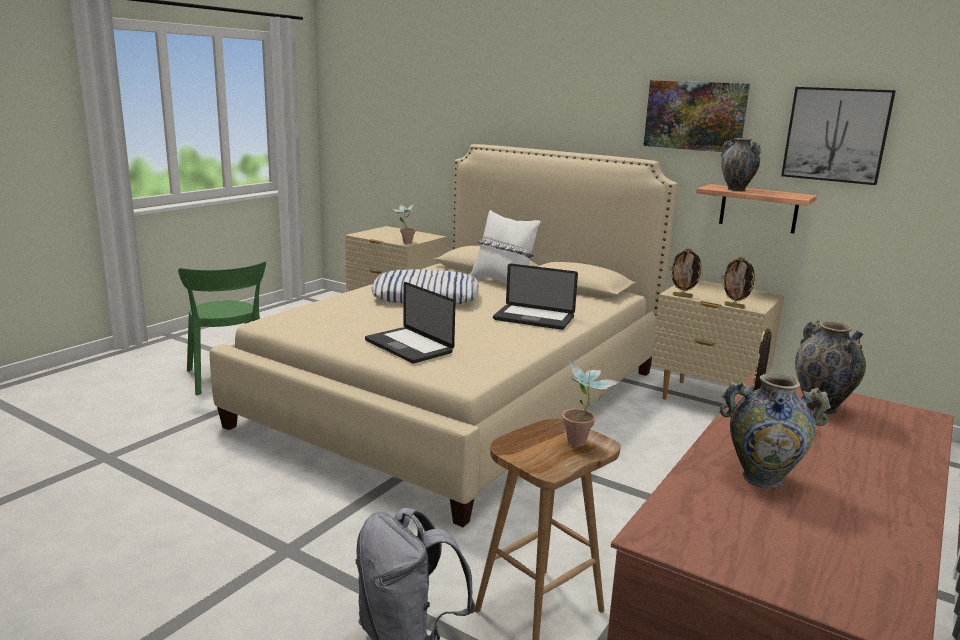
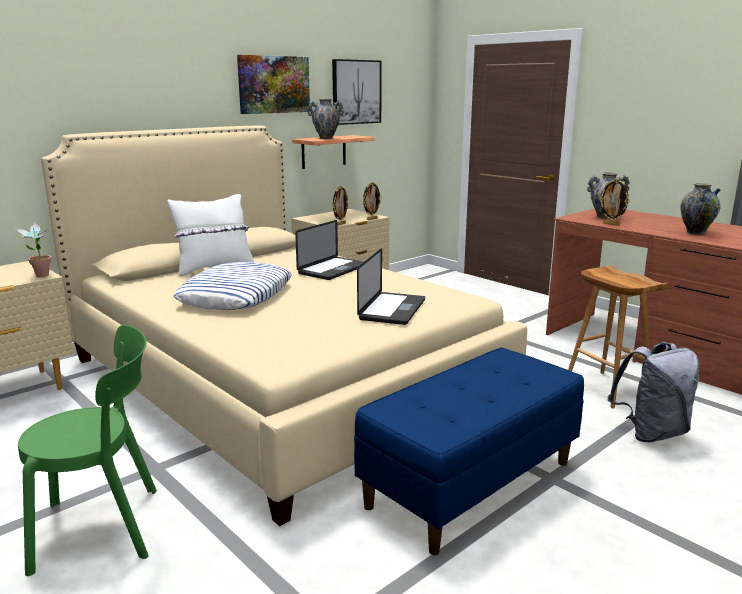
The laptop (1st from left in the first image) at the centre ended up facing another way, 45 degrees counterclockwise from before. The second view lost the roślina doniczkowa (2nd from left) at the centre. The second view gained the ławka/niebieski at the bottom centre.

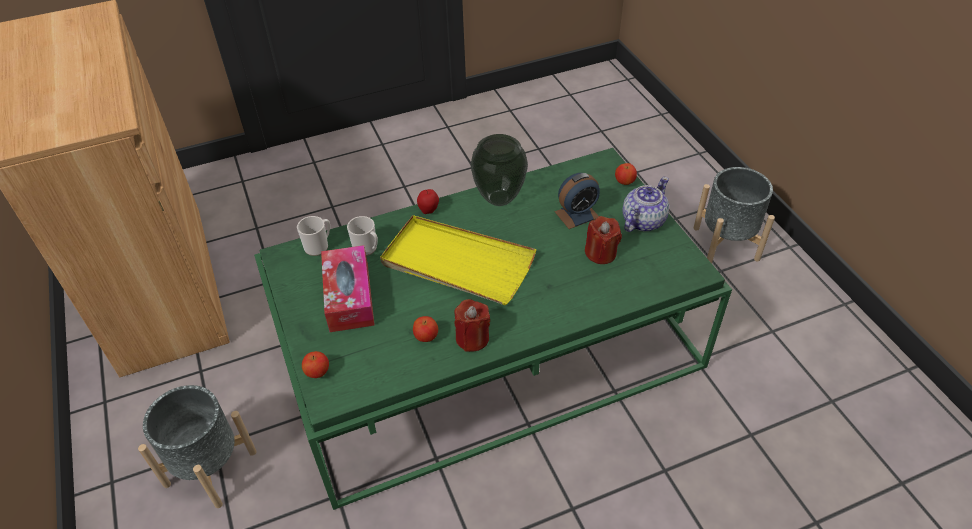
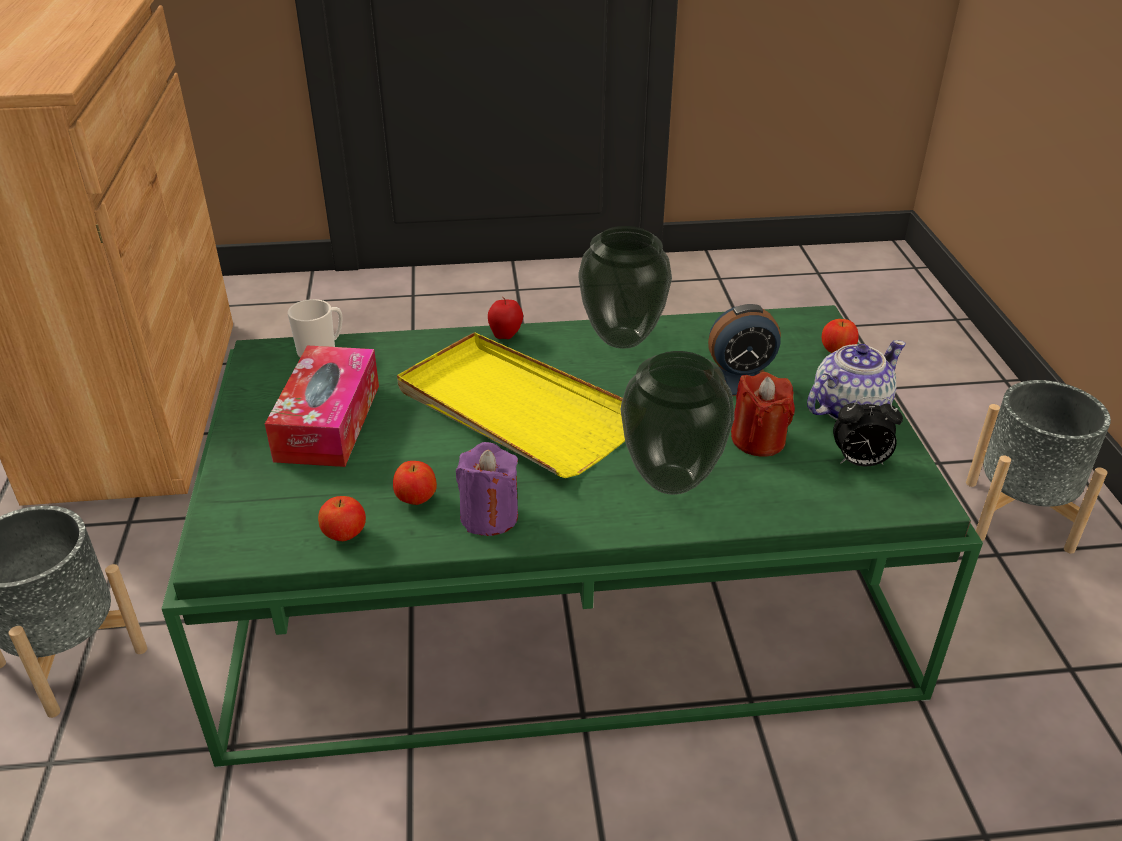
The second view lost the kubek (2nd from left) at the centre. What was the świeca/czerwony (1st from left) at the centre turned into the świeca/fioletowy at the centre. The jabłko (1st from left) ended up elsewhere, having gone from the bottom left to the middle left. The second view gained the wazon (2nd from left) at the centre. The second view gained the budzik (2nd from left) at the middle right.

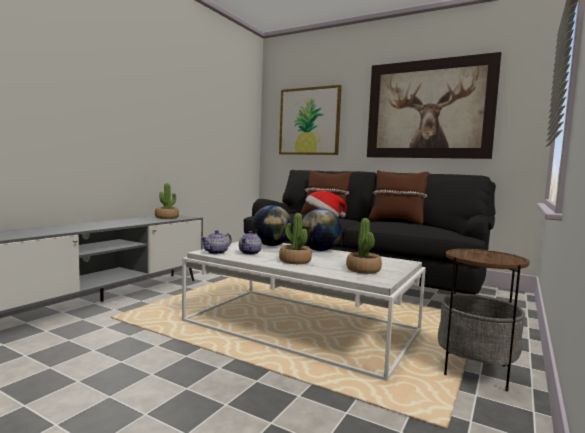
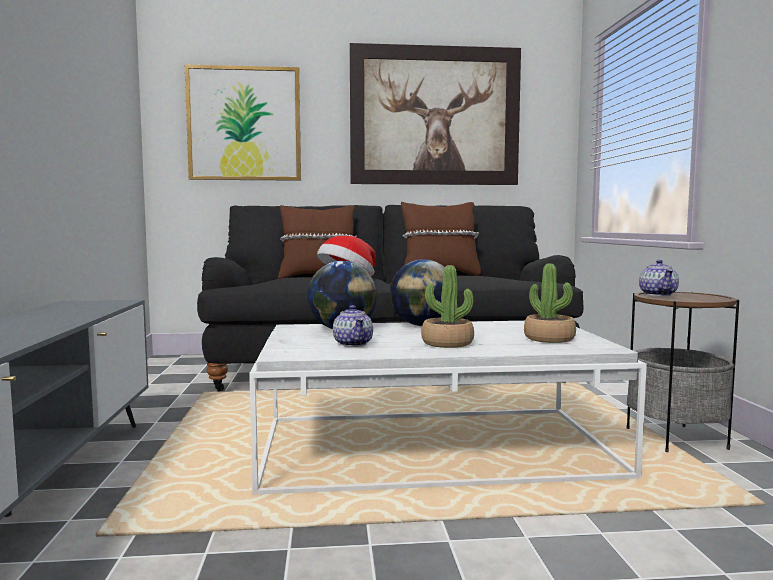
The second view lost the roślina doniczkowa (1st from left) at the middle left. The imbryk (1st from left in the first image) ended up elsewhere, having gone from the centre to the middle right.

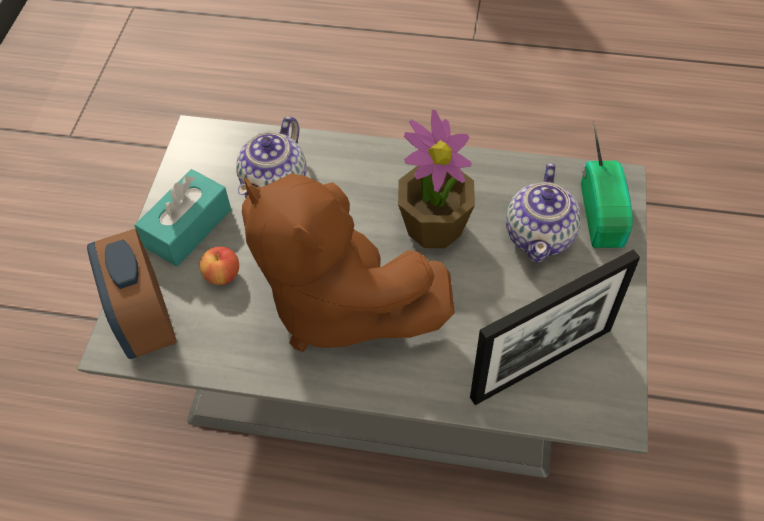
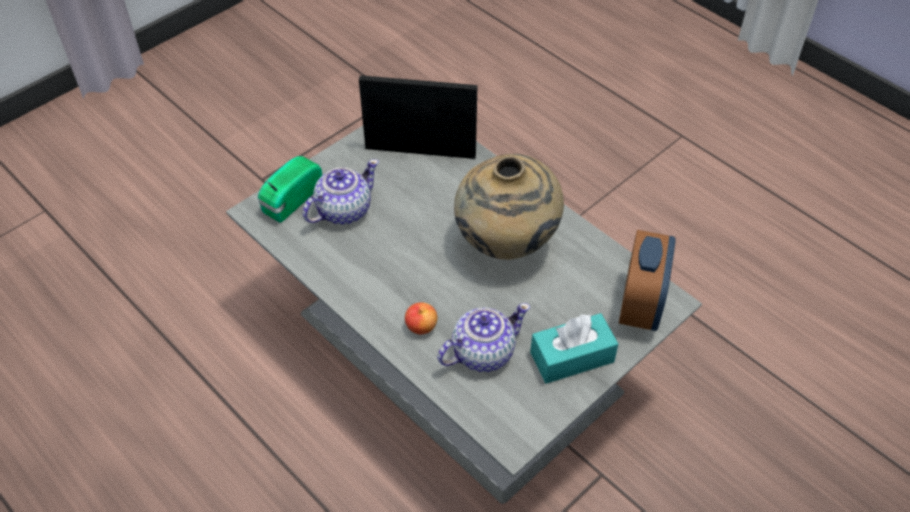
The second view lost the roślina doniczkowa at the centre. Where the pluszak/brązowy stood at the centre, the wazon/beżowy came to stand at the centre. The jabłko ended up elsewhere, having gone from the middle left to the centre.

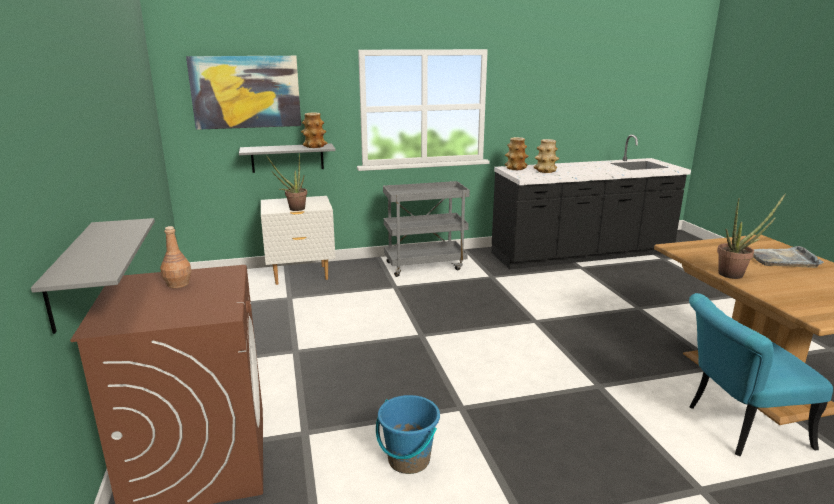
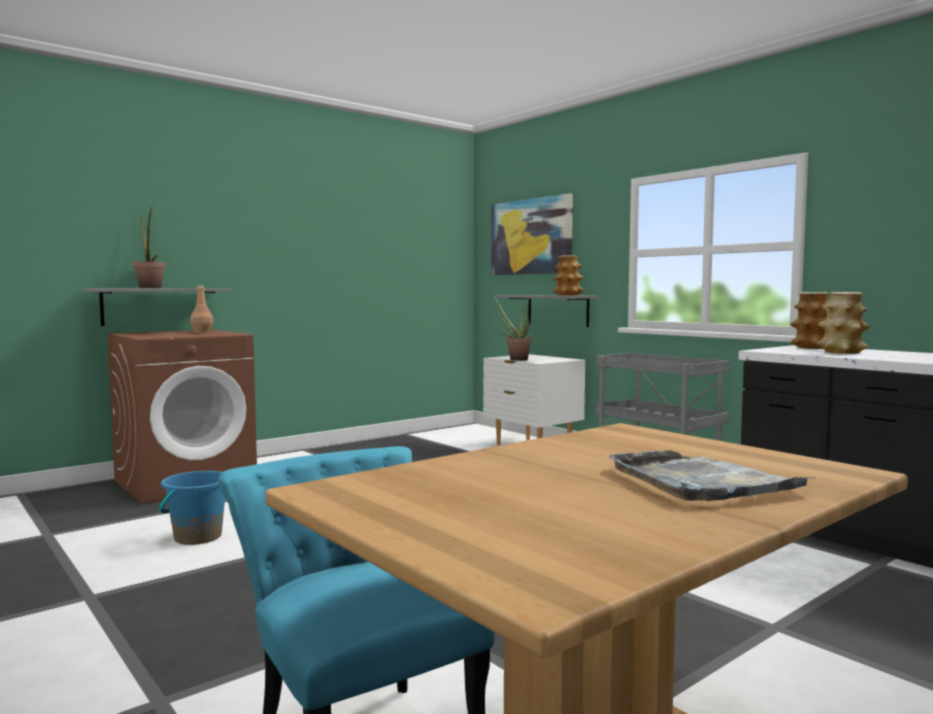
The roślina doniczkowa (2nd from left in the first image) ended up elsewhere, having gone from the middle right to the middle left.

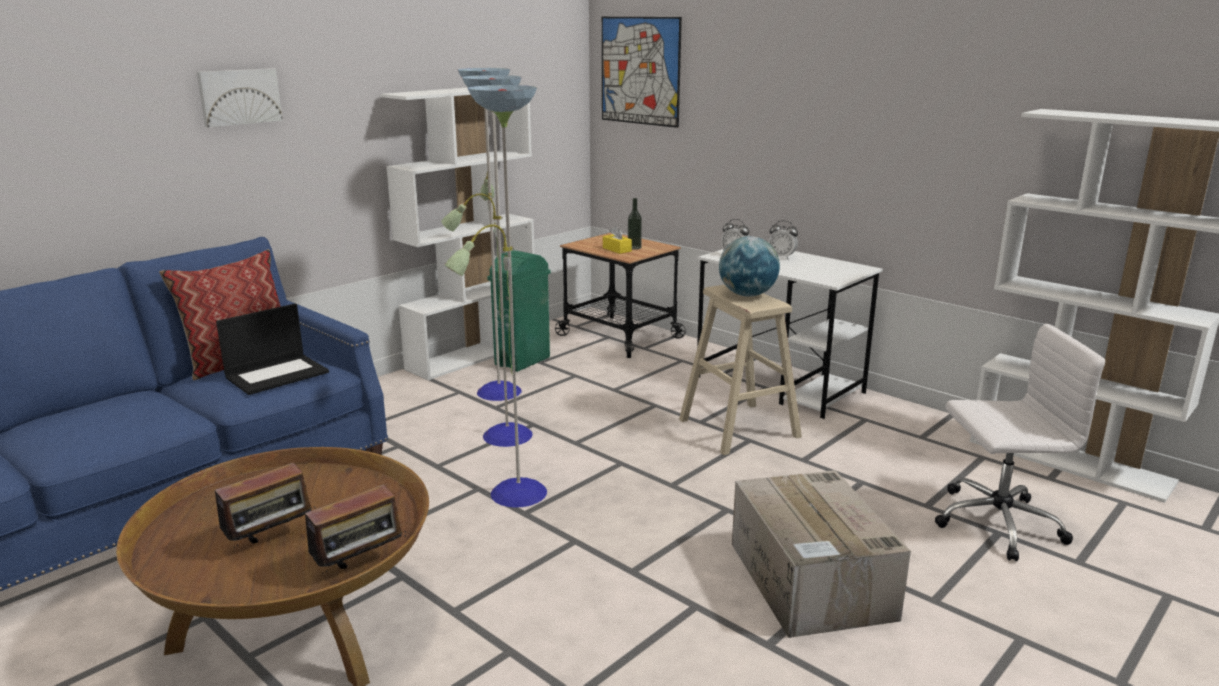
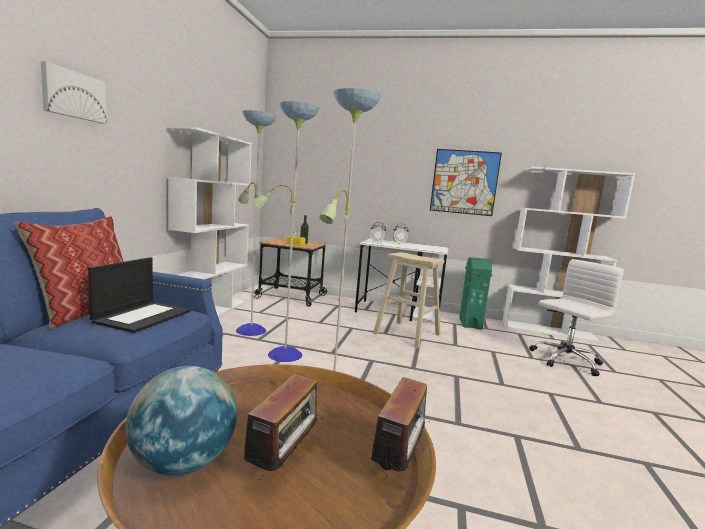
The obraz (2nd from left) ended up elsewhere, having gone from the top centre to the centre. The globus ended up elsewhere, having gone from the centre to the bottom left. The kosz na śmieci/zielony ended up elsewhere, having gone from the centre to the middle right. The second view lost the karton at the bottom right.

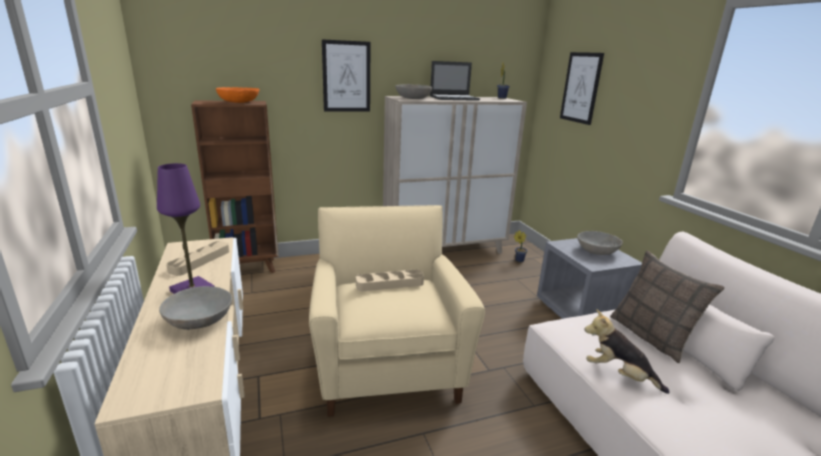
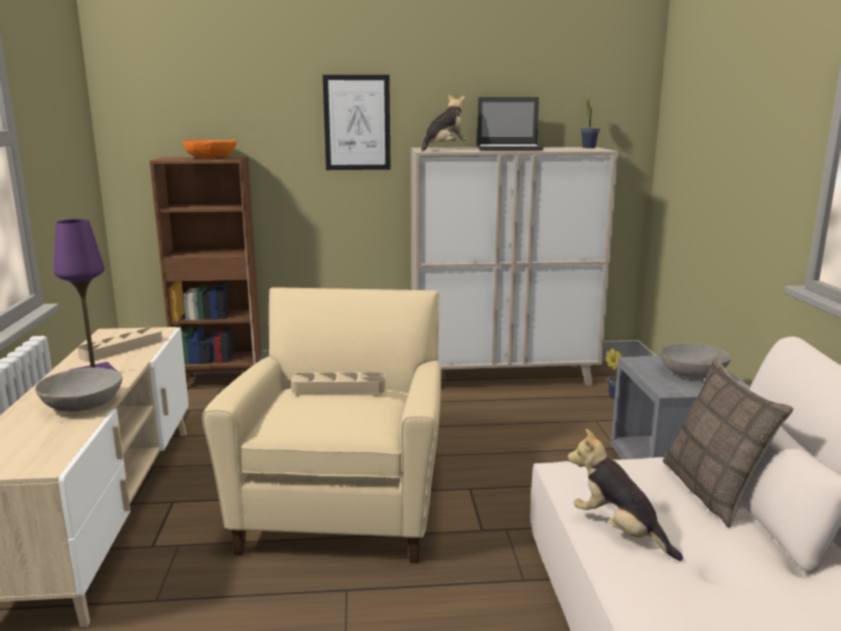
The second view lost the obraz (2nd from left) at the top right. Where the miska/szary (2nd from left) stood at the top centre, the pluszak (1st from left) came to stand at the top centre.

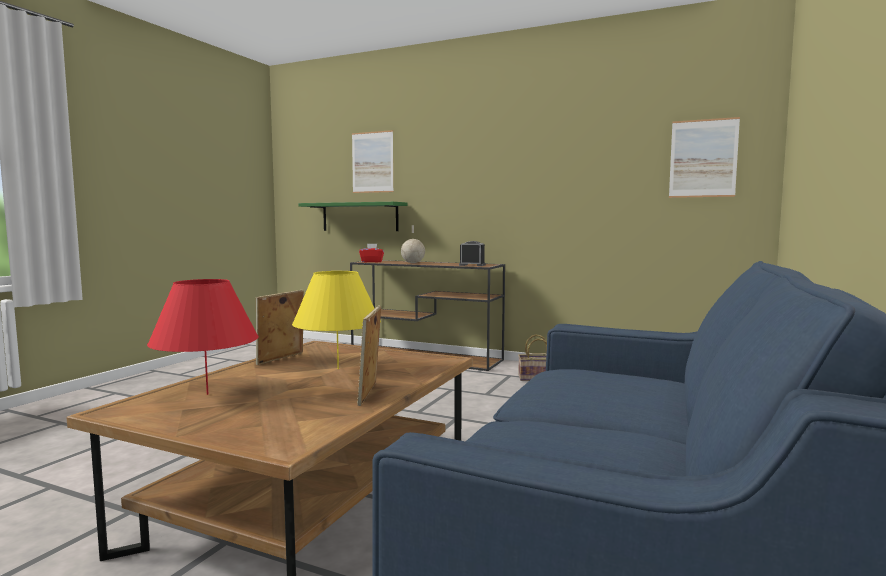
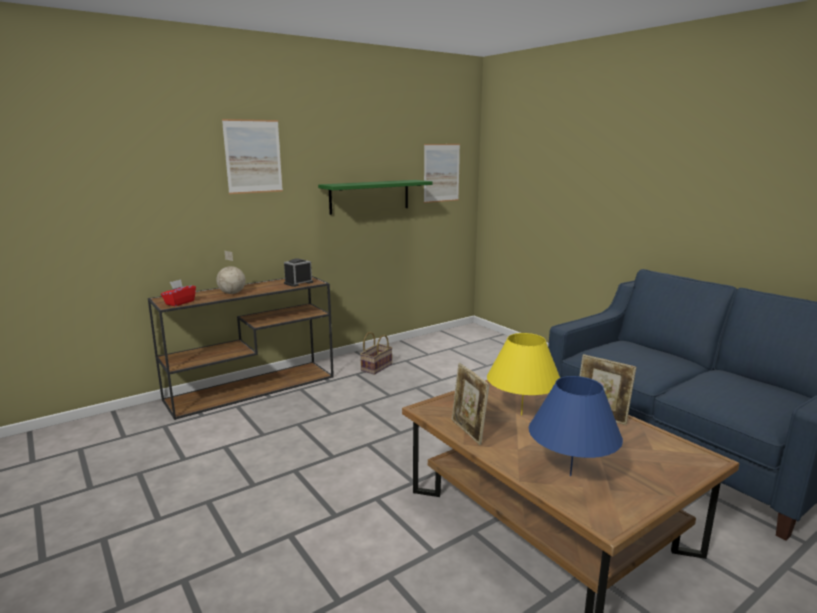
The obraz (1st from left) ended up elsewhere, having gone from the top centre to the top left. The półka/zielony ended up elsewhere, having gone from the centre to the top centre. What was the lampa stołowa/czerwony at the middle left turned into the lampa stołowa/niebieski at the bottom right.

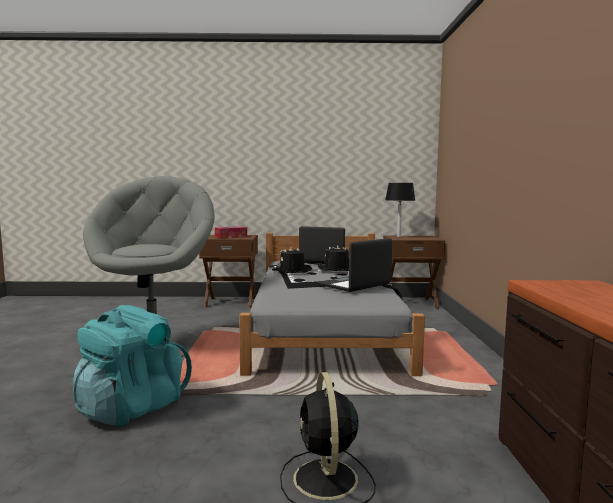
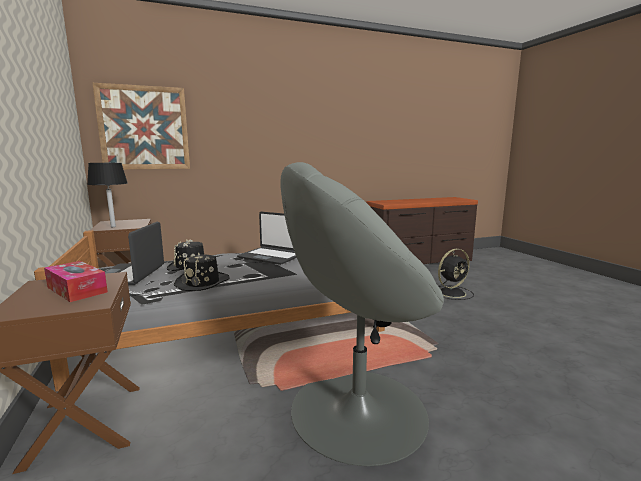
The second view lost the plecak/turkusowy at the bottom left. The second view gained the obraz at the top left.

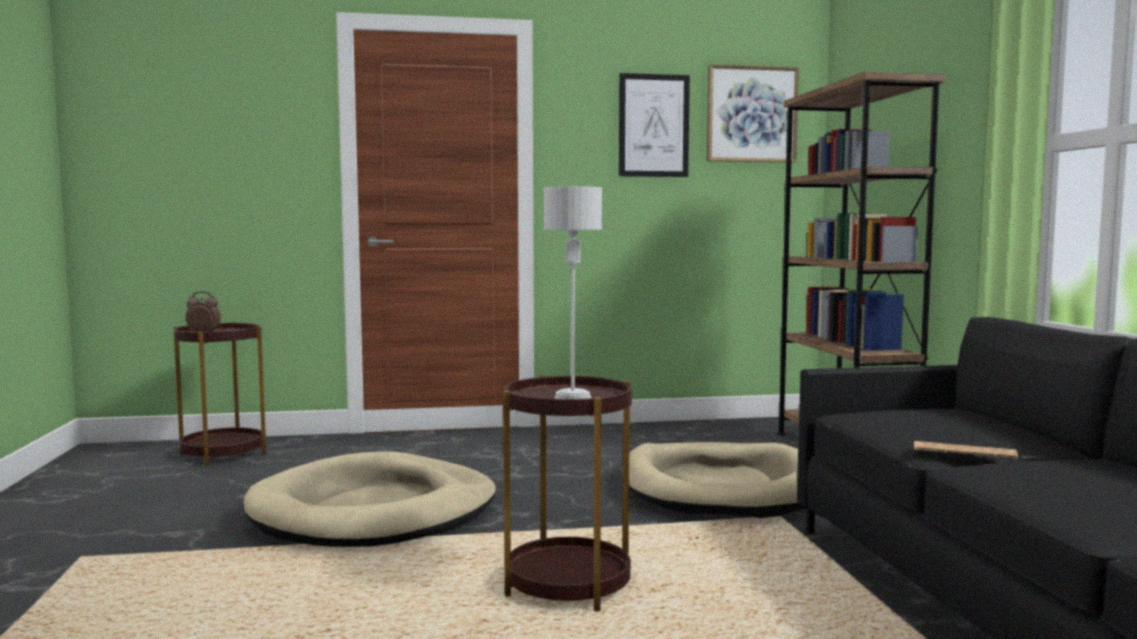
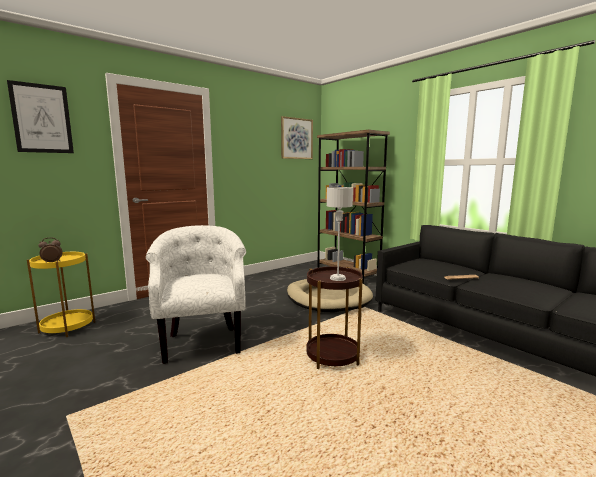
The obraz (1st from left) ended up elsewhere, having gone from the top centre to the top left. What was the stolik/brązowy (1st from left) at the middle left turned into the stolik/żółty at the middle left. Where the legowisko/beżowy (1st from left) stood at the bottom left, the fotel/biały came to stand at the middle left.

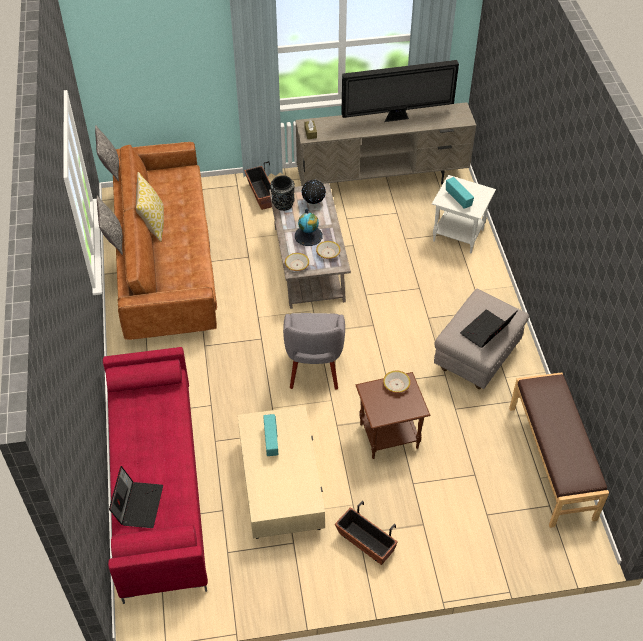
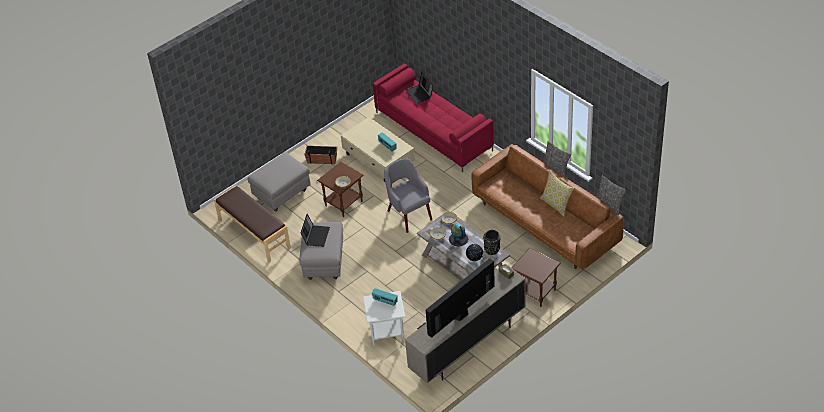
Where the donica (1st from left) stood at the top centre, the stolik/brązowy (2nd from left) came to stand at the bottom centre. The second view gained the pufa/szary (1st from left) at the centre.

